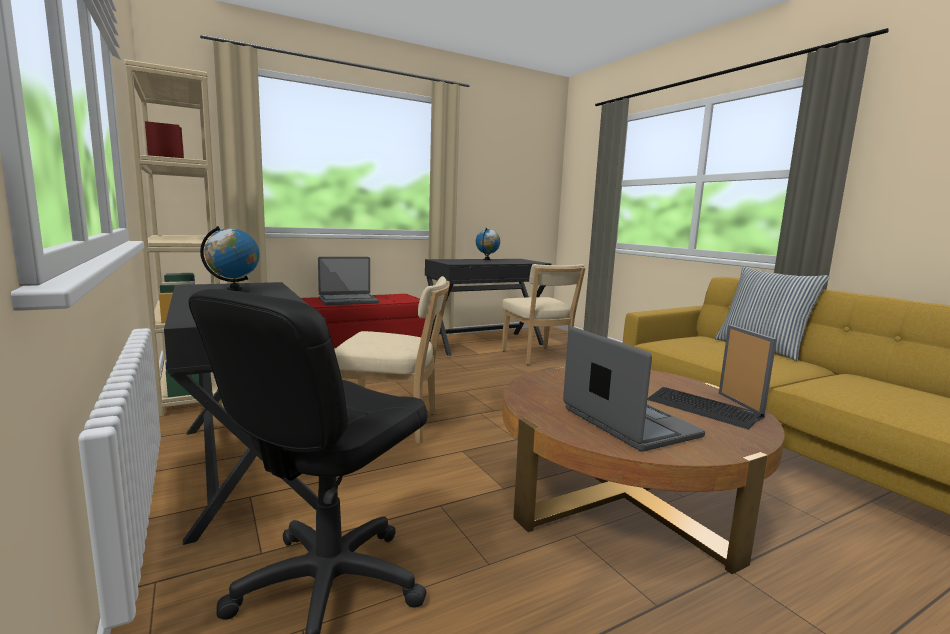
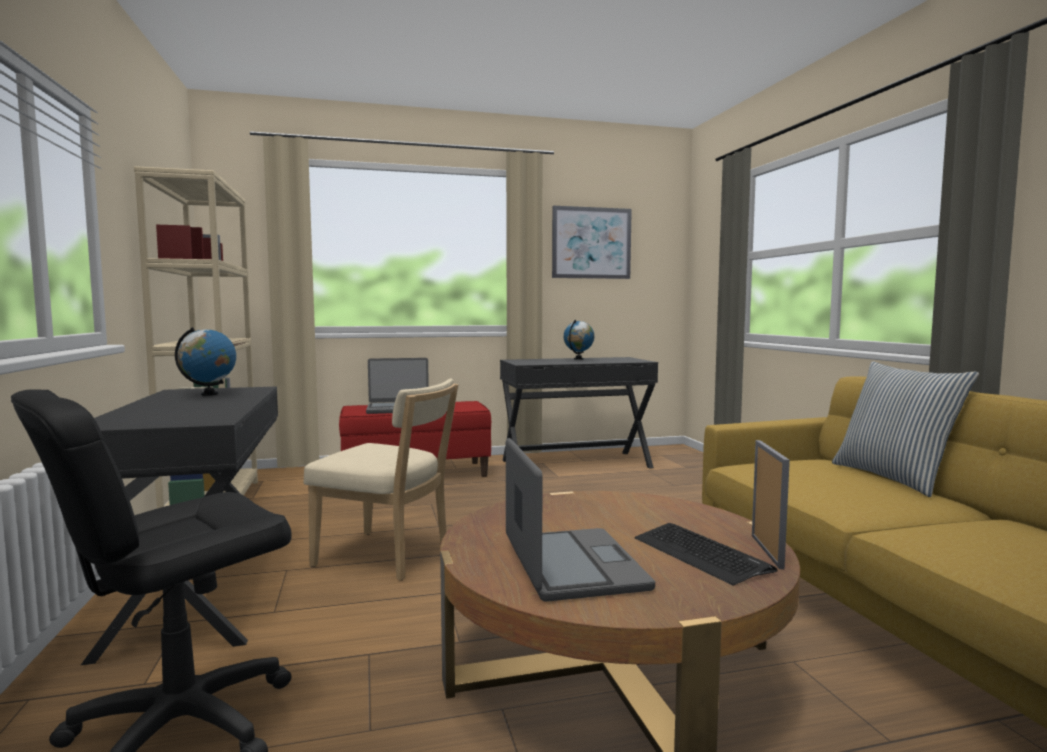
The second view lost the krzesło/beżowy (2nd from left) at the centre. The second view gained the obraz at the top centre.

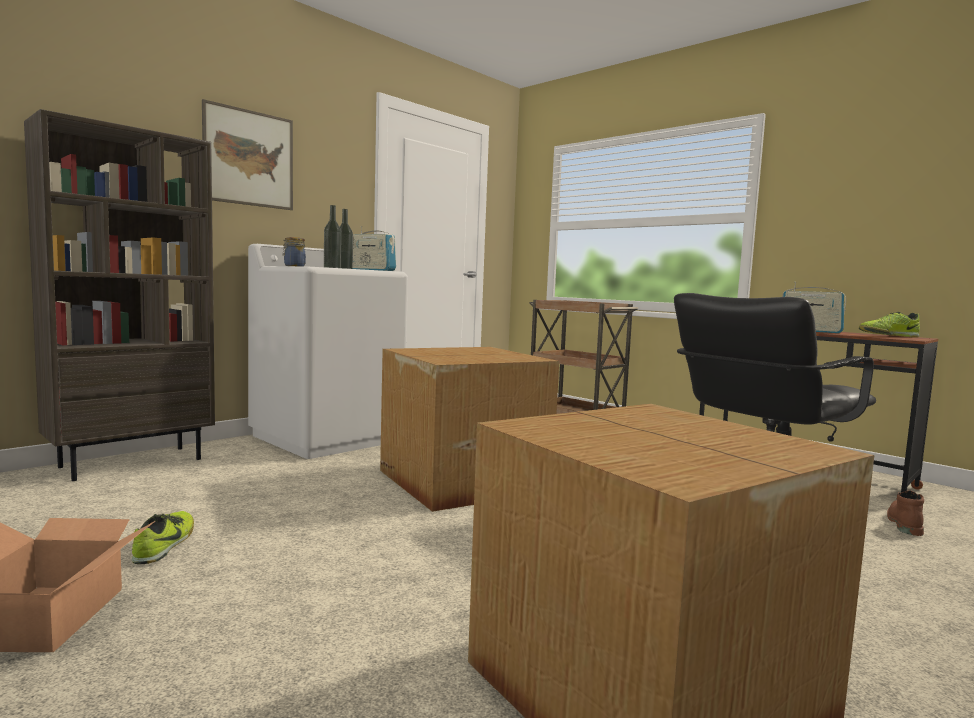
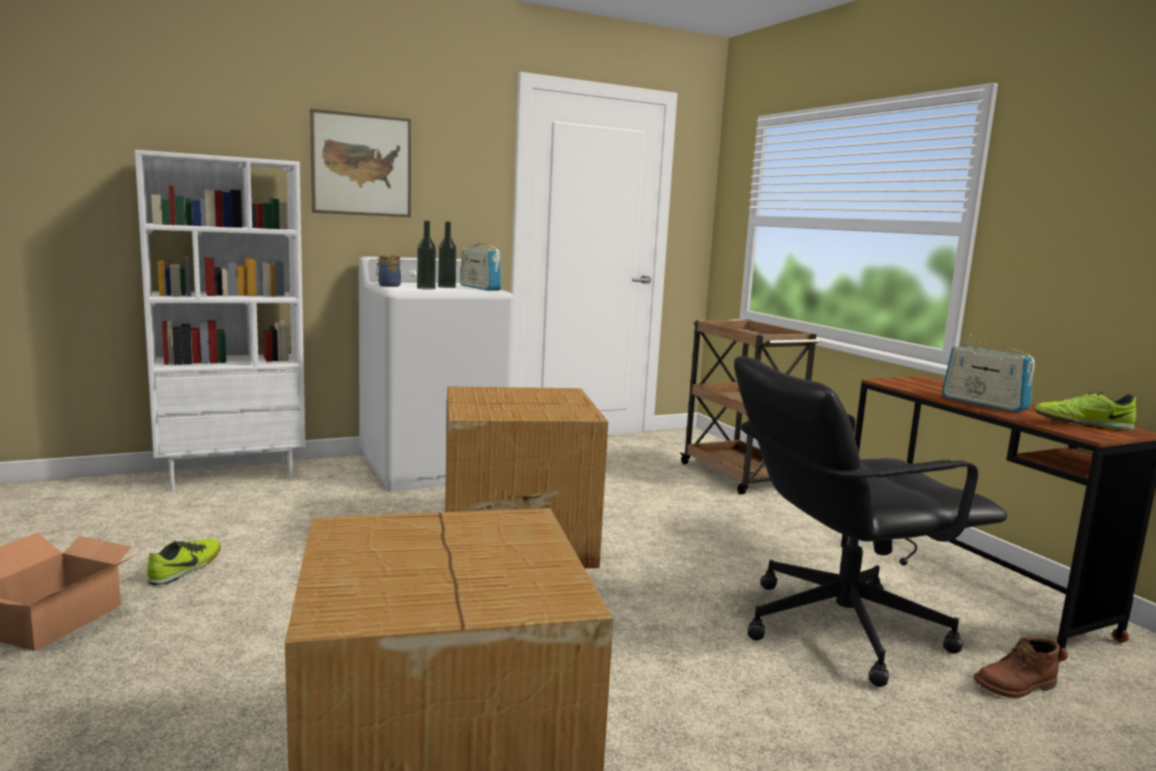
What was the regał/brązowy at the middle left turned into the regał/biały at the middle left. The but z cholewką/brązowy at the bottom right ended up facing another way, 150 degrees counterclockwise from before.

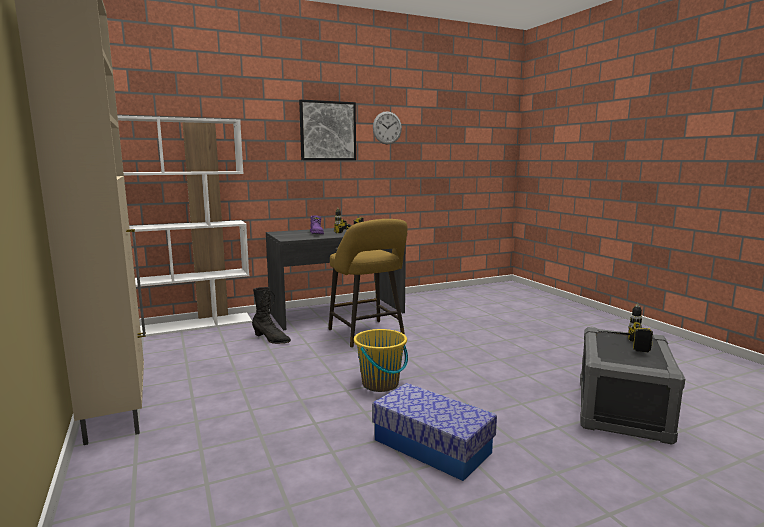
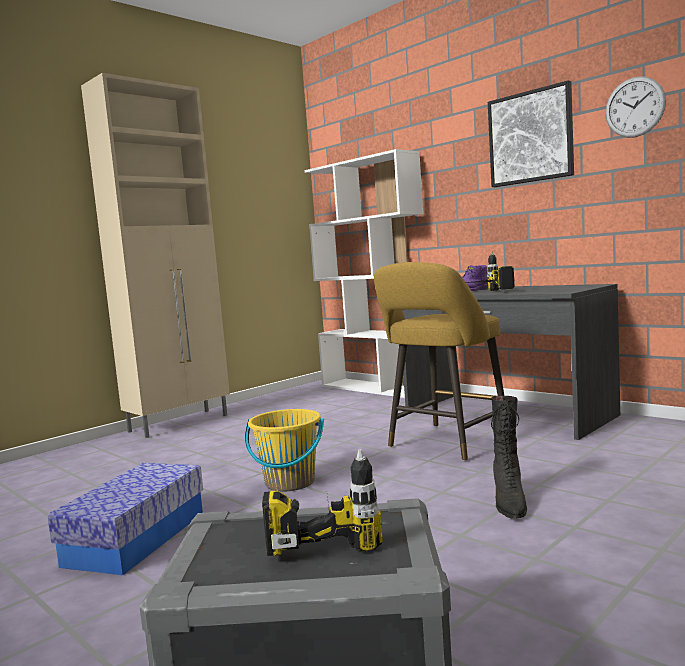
The but z cholewką/czarny ended up elsewhere, having gone from the centre to the bottom right.

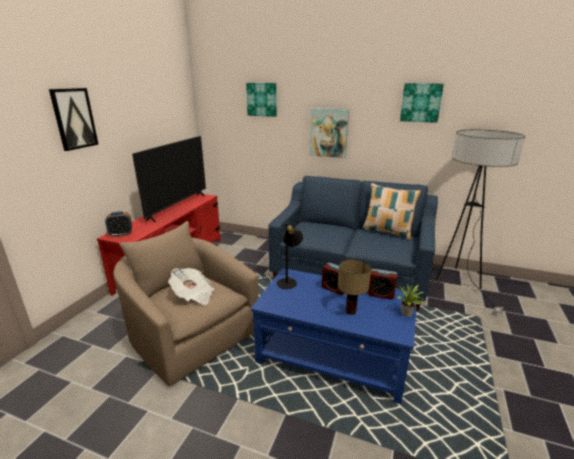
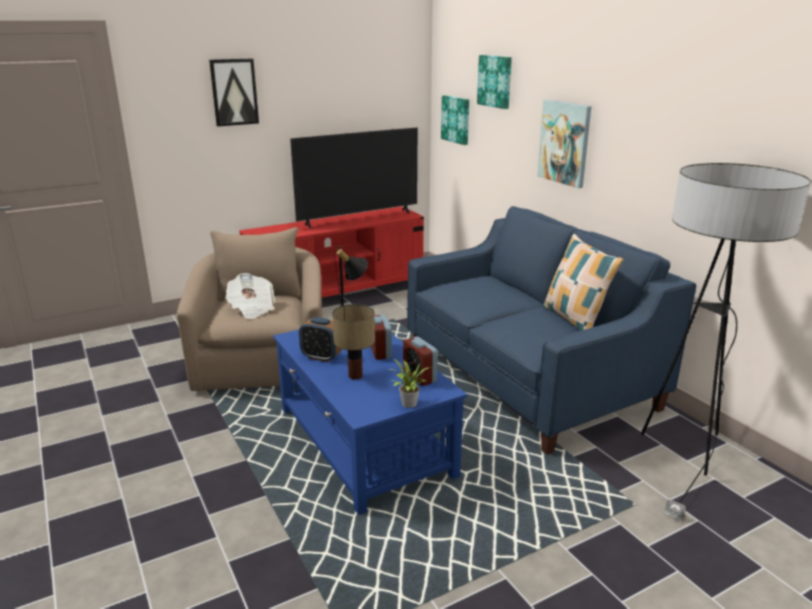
The obraz (4th from left in the first image) ended up elsewhere, having gone from the top right to the top centre. The budzik (1st from left) ended up elsewhere, having gone from the middle left to the centre.

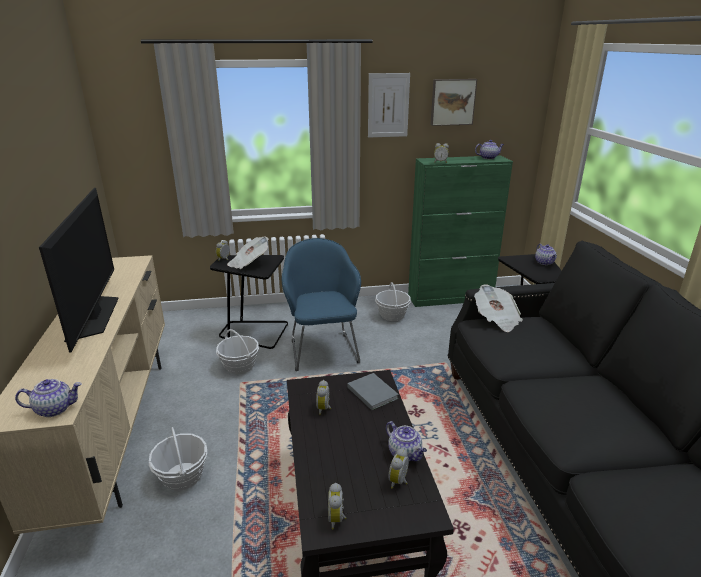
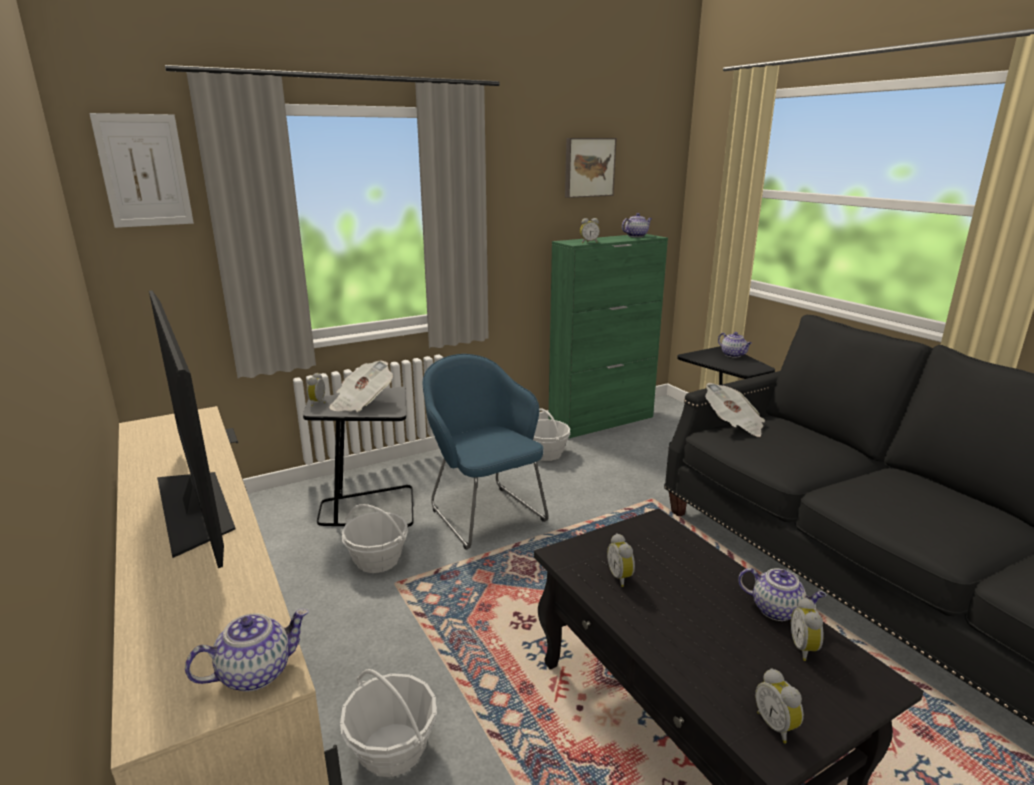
The obraz (1st from left) ended up elsewhere, having gone from the top centre to the top left. The second view lost the książka/szary at the bottom centre.

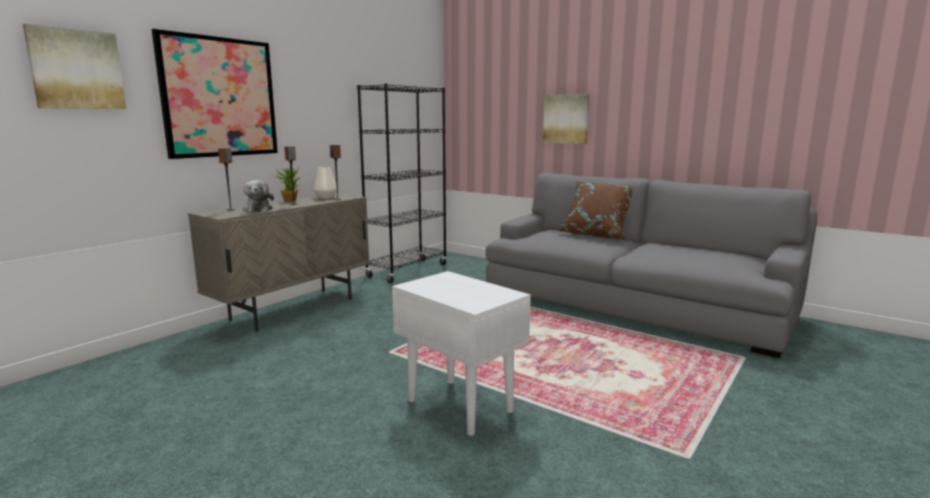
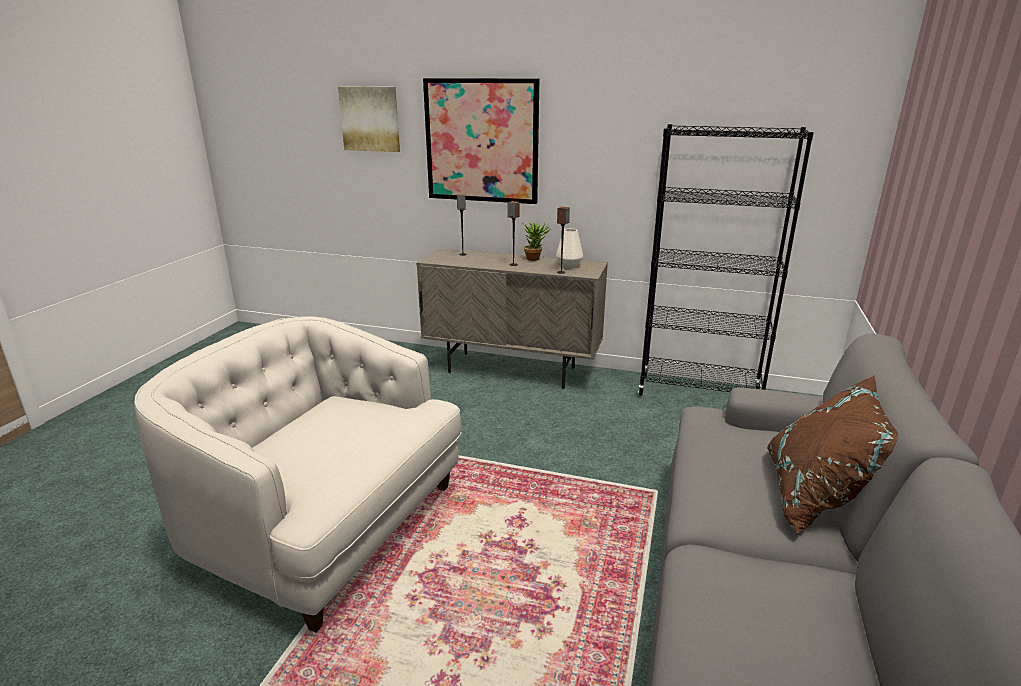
The second view lost the obraz (3rd from left) at the top centre. The second view lost the pluszak at the middle left. Where the stolik/biały stood at the bottom centre, the fotel/biały came to stand at the bottom left.

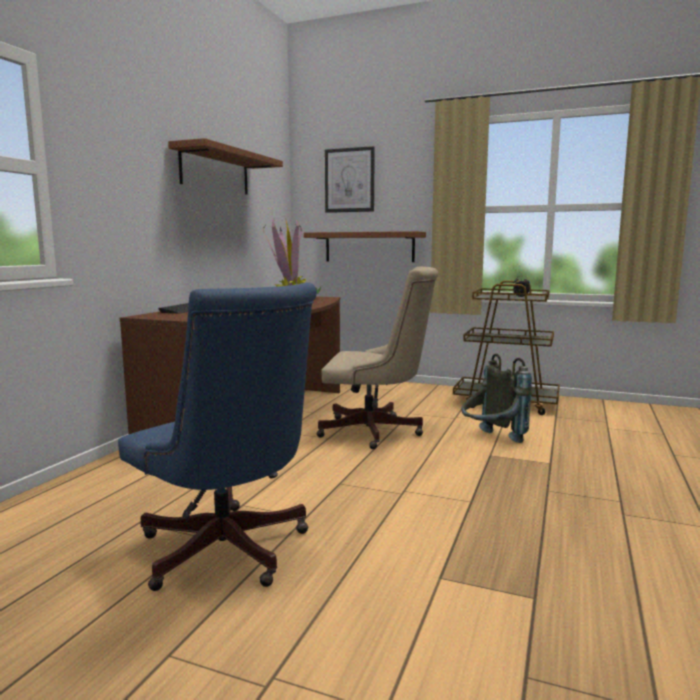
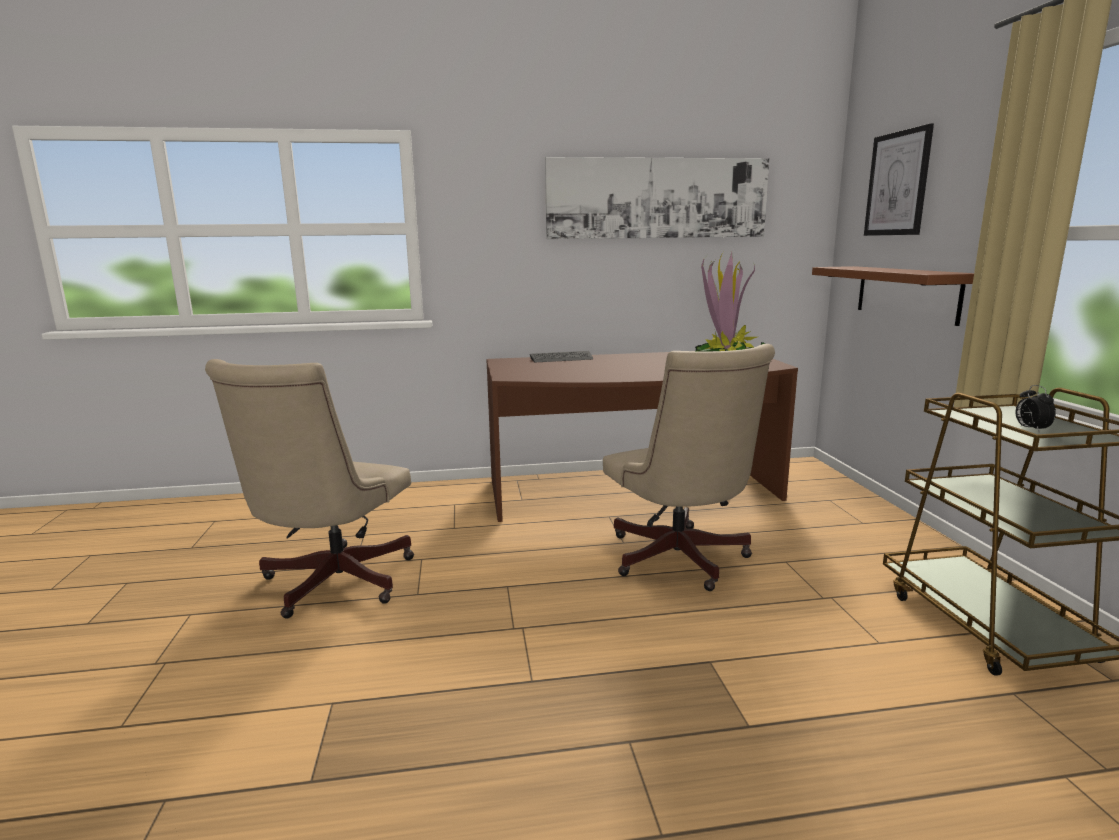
Where the półka/brązowy (1st from left) hung at the top left, the obraz (1st from left) came to hang at the top centre. What was the krzesło biurowe/niebieski at the middle left turned into the krzesło biurowe/beżowy (1st from left) at the middle left. The second view lost the plecak/szary at the middle right.

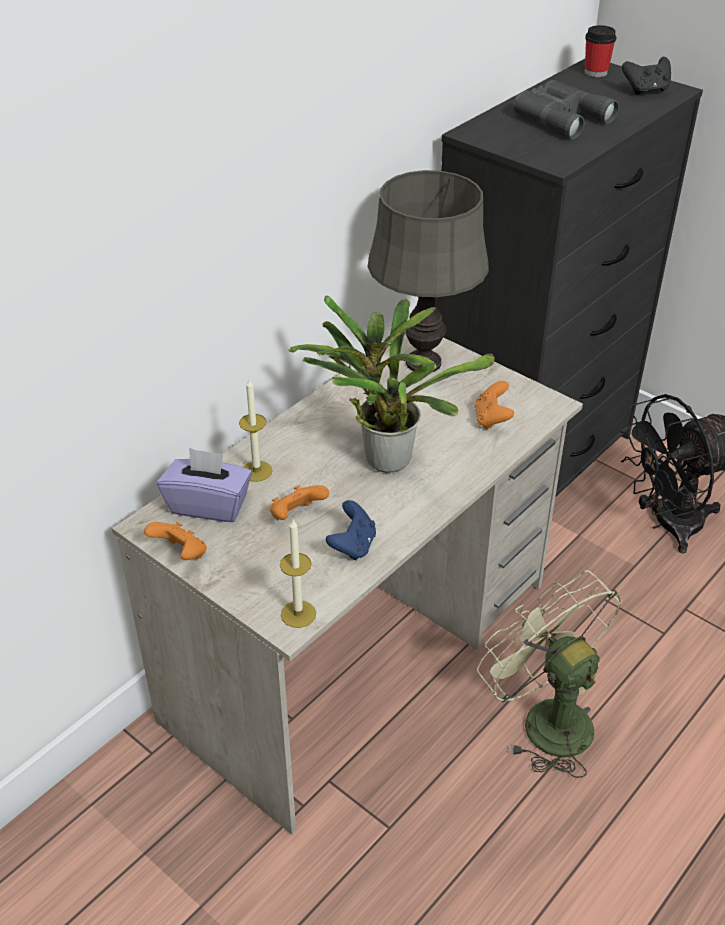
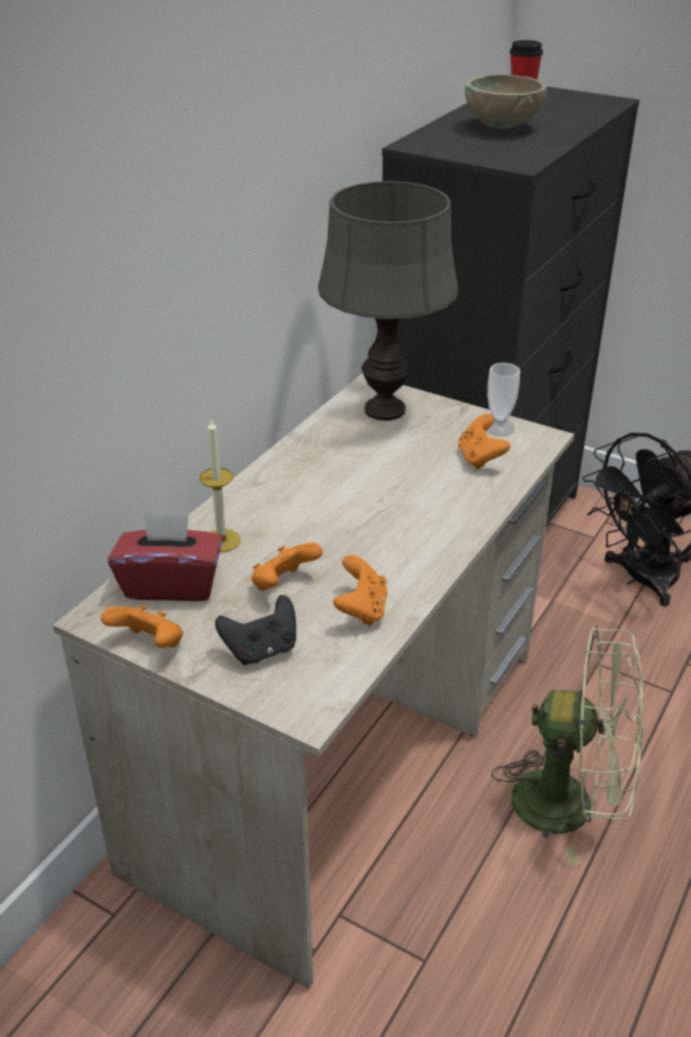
The pad do gier/czarny ended up elsewhere, having gone from the top right to the centre. Where the lornetka/szary stood at the top right, the miska/beżowy came to stand at the top right. The second view lost the roślina doniczkowa at the centre. What was the pudełko chusteczek/fioletowy at the middle left turned into the pudełko chusteczek/czerwony at the middle left. What was the pad do gier/niebieski at the centre turned into the pad do gier/pomarańczowy (3rd from left) at the centre. The second view lost the świeca (2nd from left) at the centre. The wentylator/zielony at the bottom right ended up facing another way, 150 degrees clockwise from before. The second view gained the filiżanka (1st from left) at the middle right.

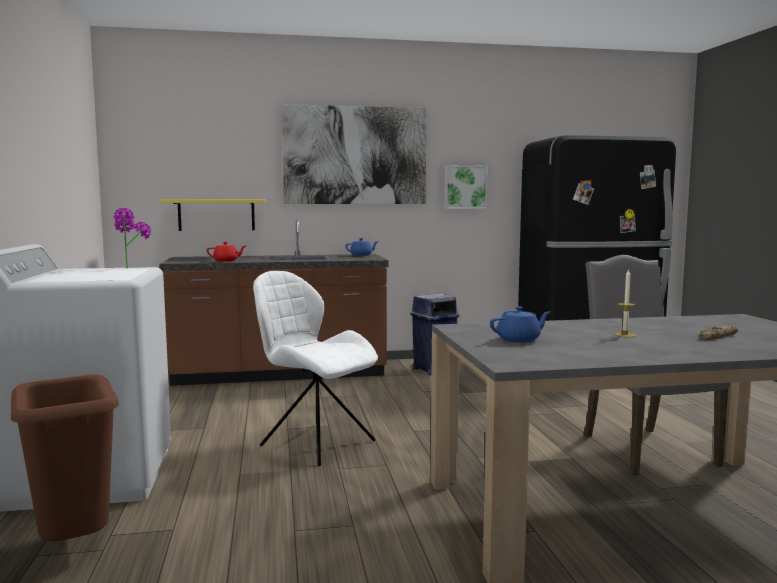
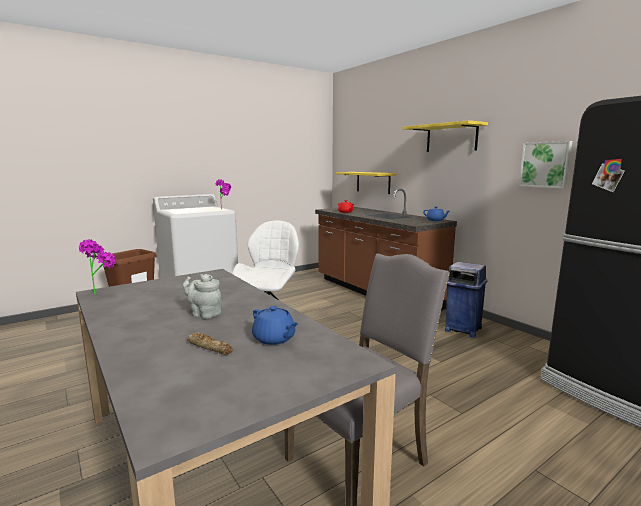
Where the obraz (1st from left) hung at the top centre, the półka/żółty (2nd from left) came to hang at the top right. Where the świeca stood at the middle right, the imbryk/szary came to stand at the middle left. The imbryk/niebieski (2nd from left in the first image) ended up elsewhere, having gone from the middle right to the centre. The second view gained the roślina doniczkowa (1st from left) at the middle left.

